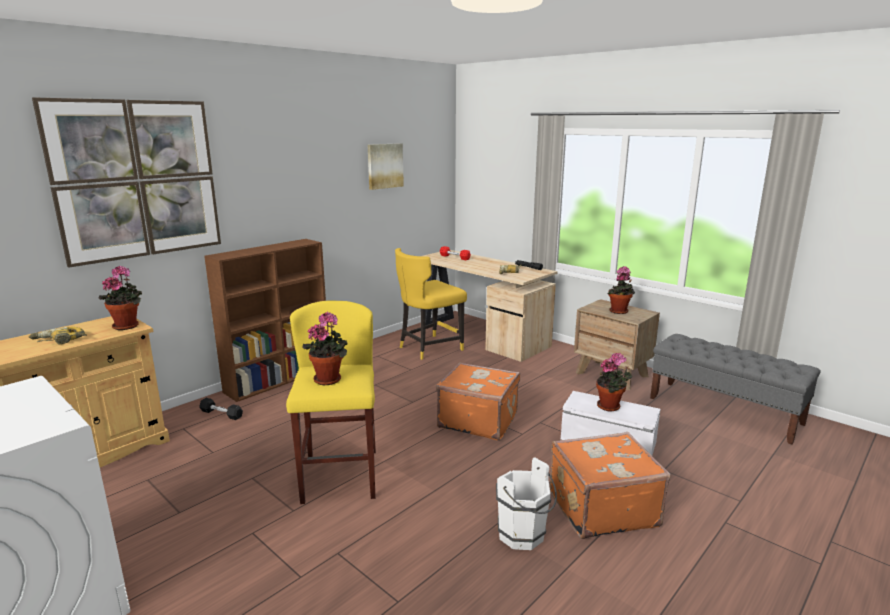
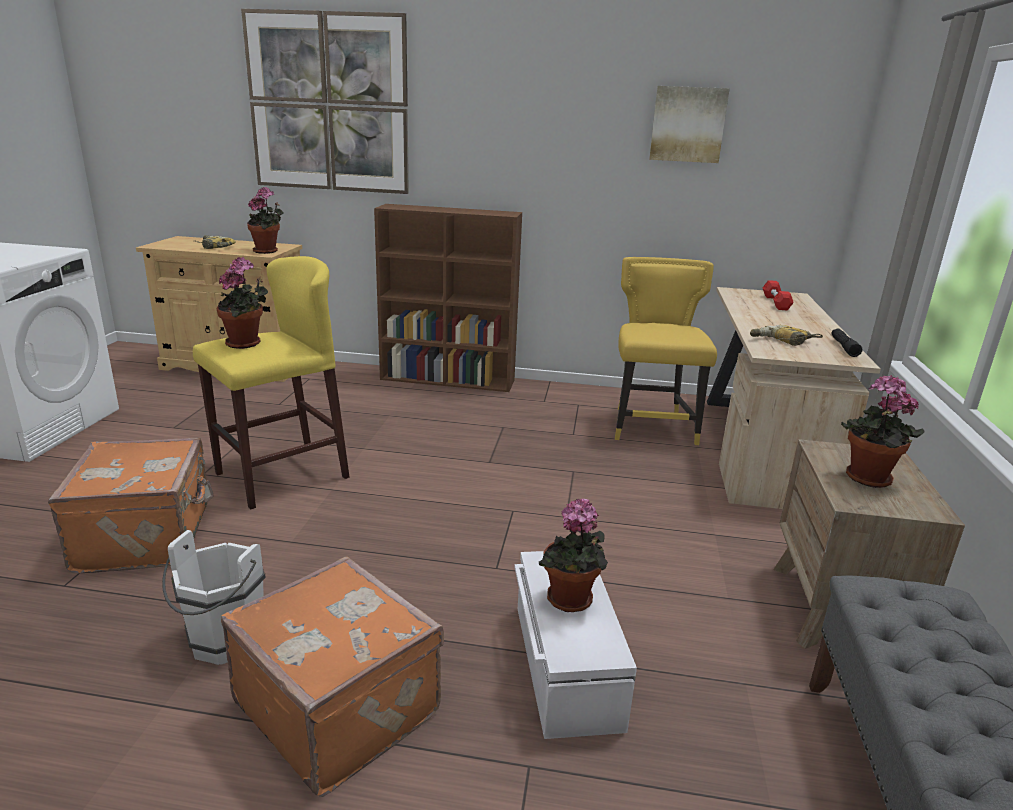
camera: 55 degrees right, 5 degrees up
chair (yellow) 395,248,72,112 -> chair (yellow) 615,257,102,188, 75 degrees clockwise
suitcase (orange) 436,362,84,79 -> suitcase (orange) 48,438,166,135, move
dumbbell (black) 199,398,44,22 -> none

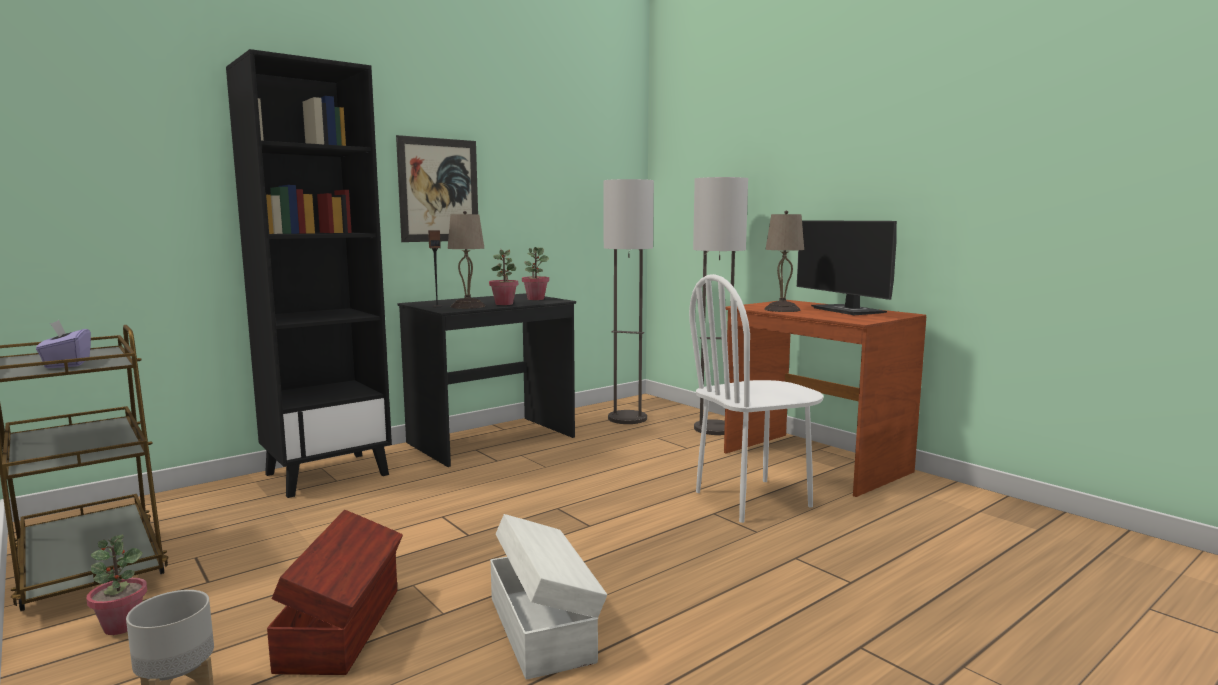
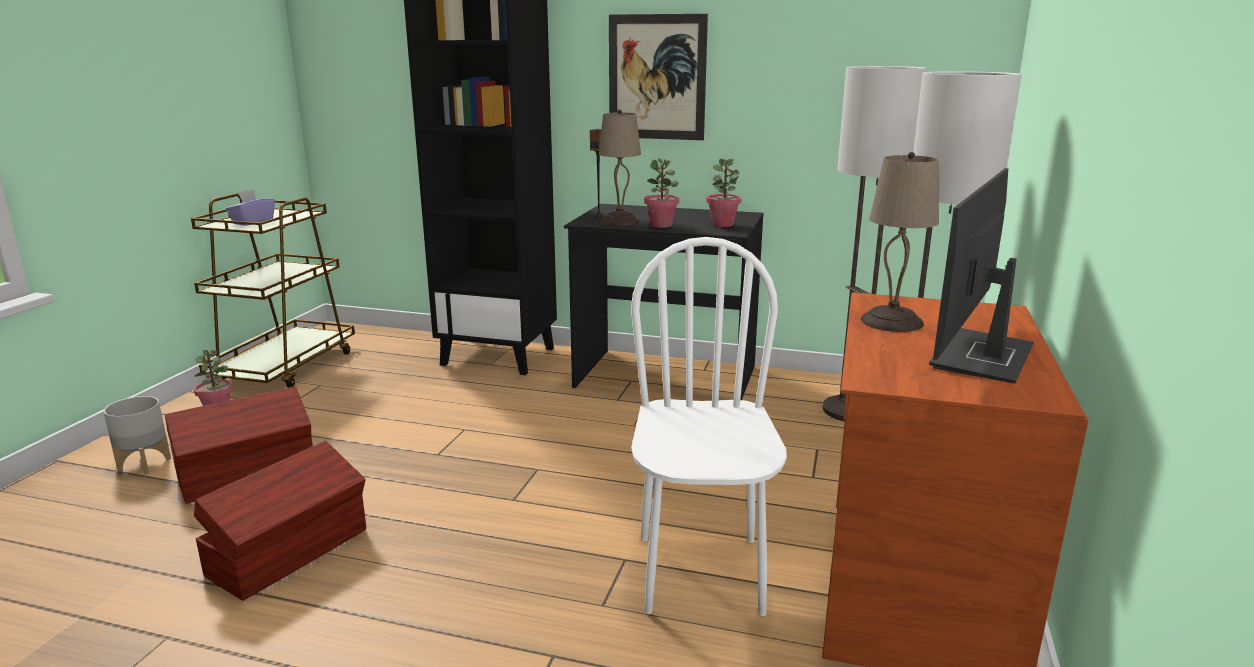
camera: 55 degrees right, 10 degrees up
chair (white) 689,274,135,249 -> chair (white) 631,237,156,379, 60 degrees clockwise
storage box (white) 490,514,117,165 -> storage box (brown) 194,441,172,160

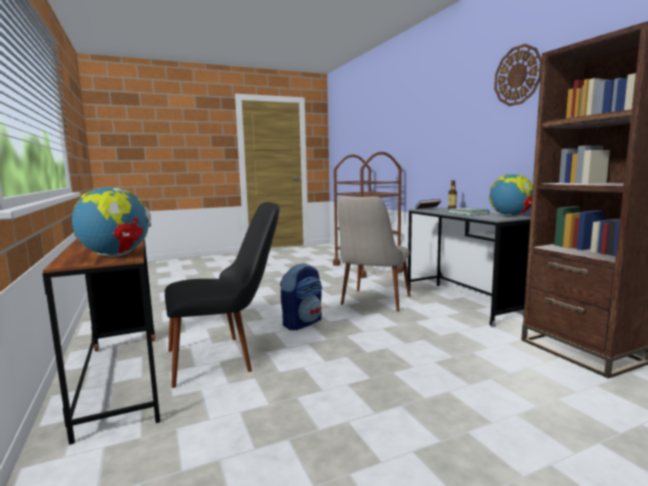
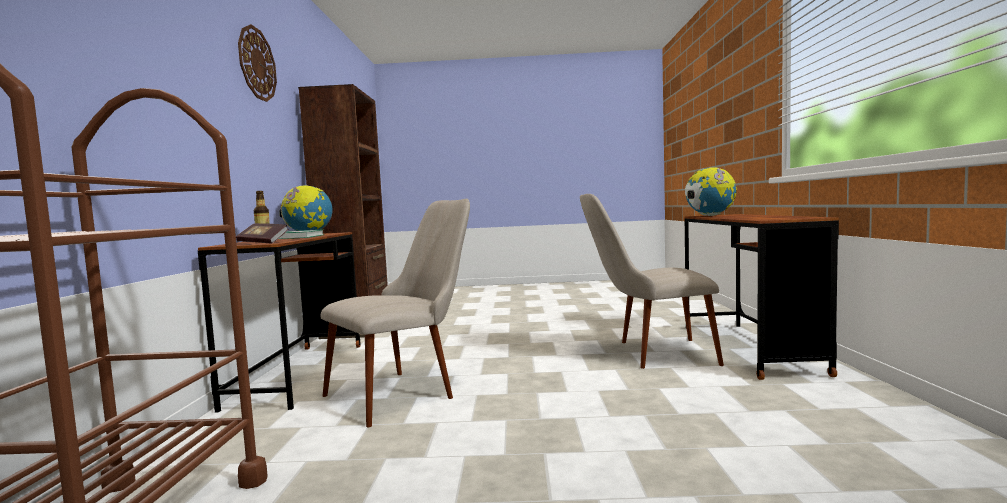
camera: 155 degrees left, 5 degrees down
chair (black) 165,202,115,186 -> chair (beige) 580,194,144,175
desk (grey) 408,207,123,120 -> desk (brown) 198,232,163,181
backpack 280,263,42,67 -> none

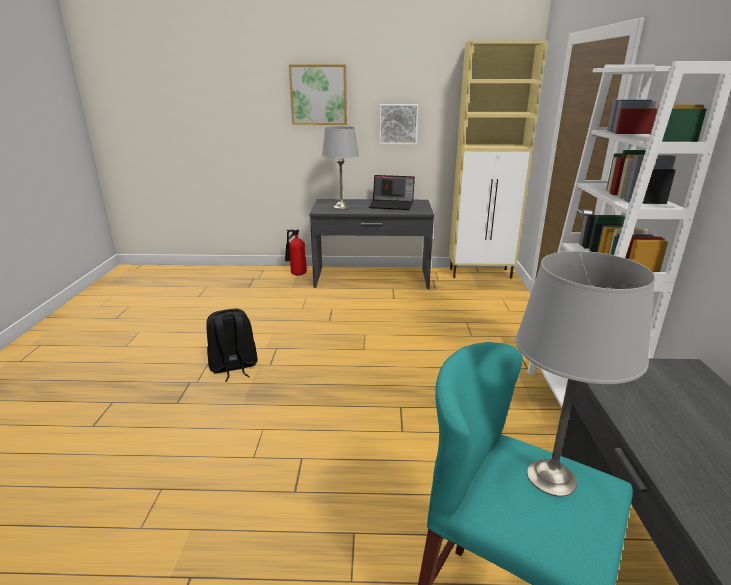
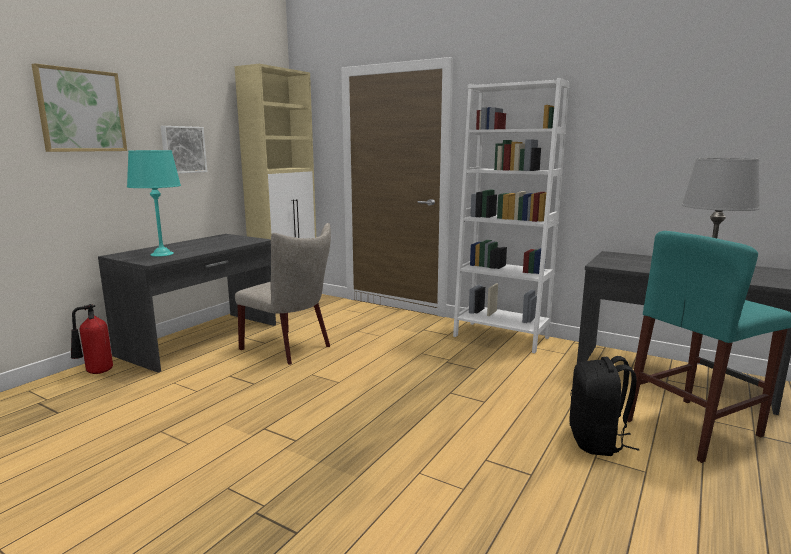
camera: 60 degrees left, 10 degrees down
table lamp (grey) 322,126,37,83 -> table lamp (turquoise) 127,150,54,107
laptop 369,175,46,35 -> none
backpack (black) 206,308,52,74 -> backpack (black) 570,356,69,100, move
none -> chair (beige) 235,223,96,142

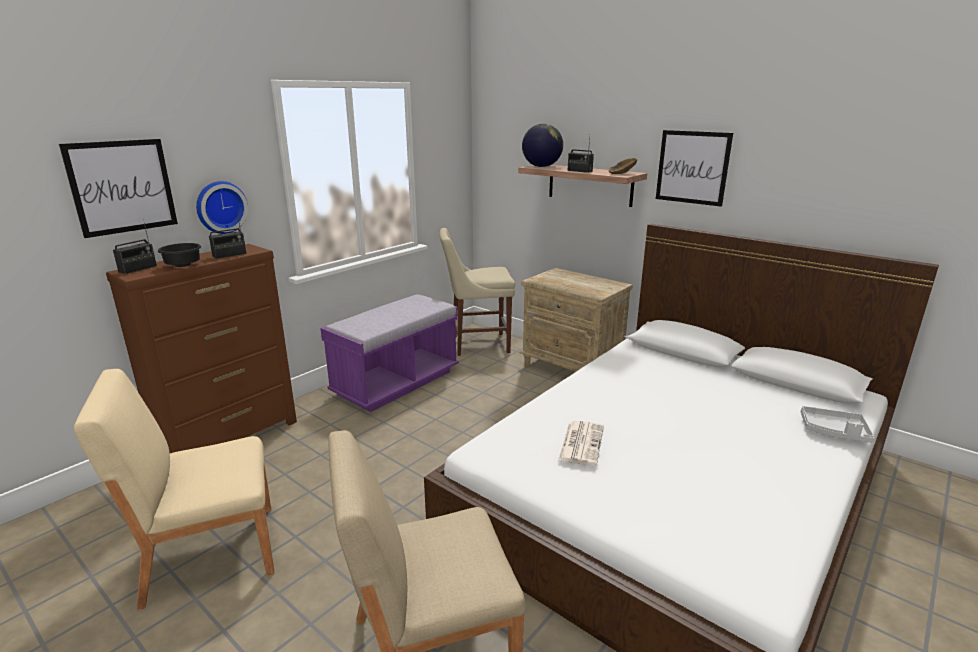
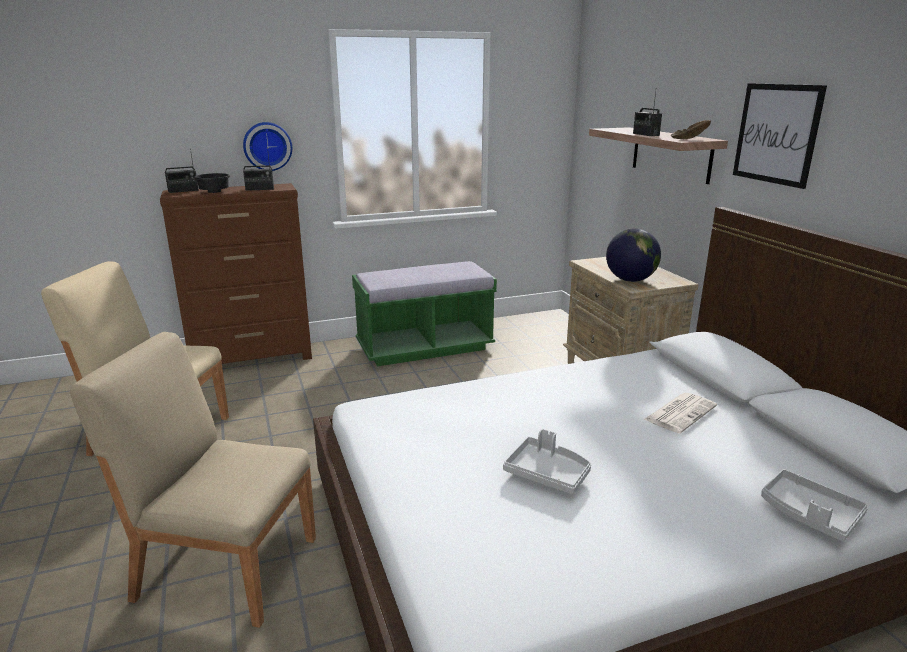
camera: 30 degrees right, 0 degrees up
globe 522,124,41,43 -> globe 606,228,55,54, move
picture 59,139,119,99 -> none
chair (beige) 439,228,76,128 -> none
bench (purple) 320,294,139,118 -> bench (green) 352,261,145,105
newspaper 558,421,46,45 -> newspaper 644,393,73,40, move
none -> tray (grey) 503,429,88,65

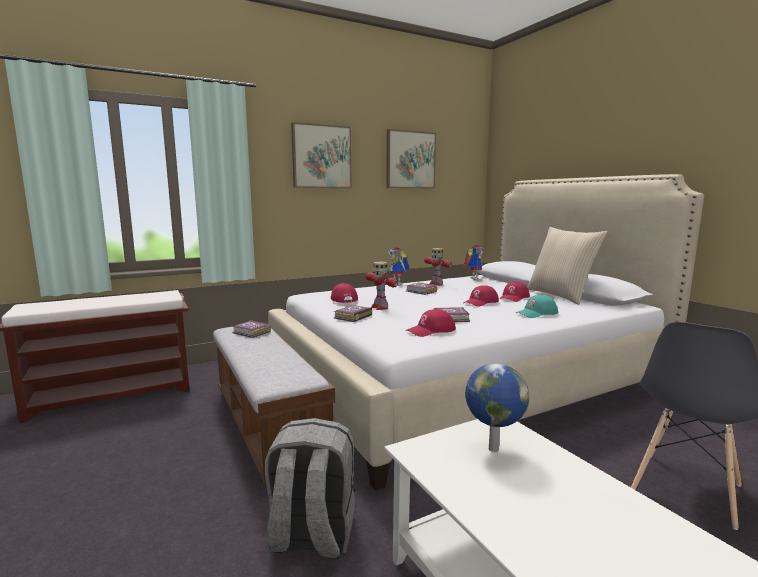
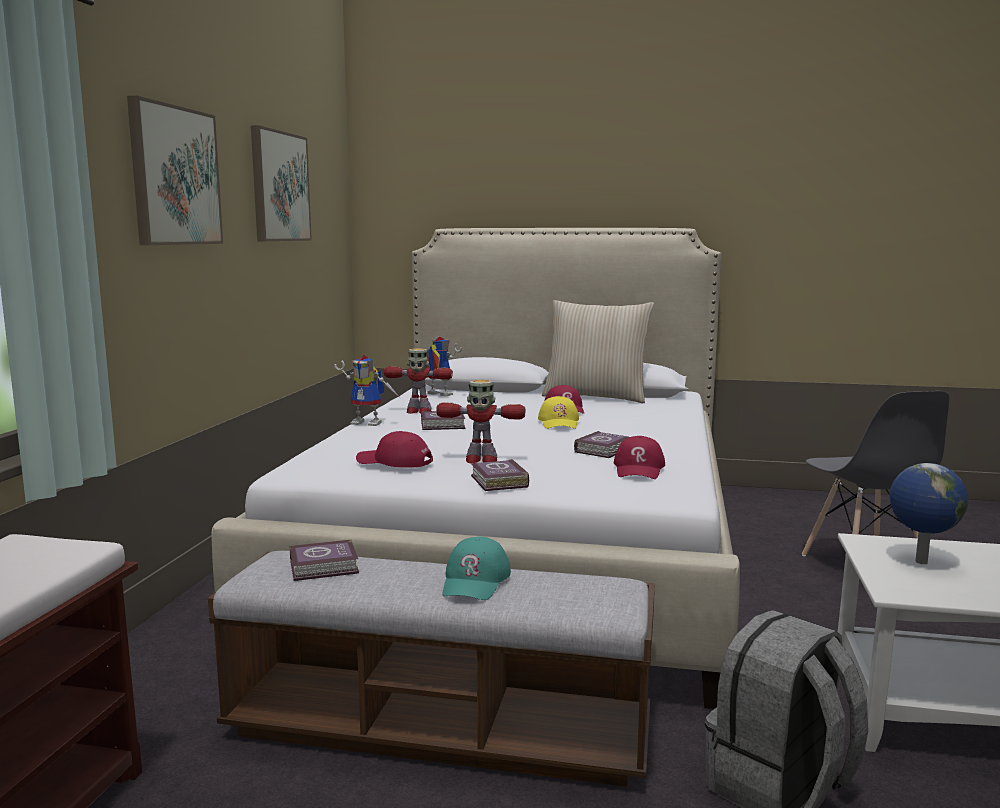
camera: 50 degrees left, 0 degrees up
cap (red) 464,285,35,22 -> cap (yellow) 538,396,41,33
cap (turquoise) 516,295,42,23 -> cap (turquoise) 443,537,68,63, move

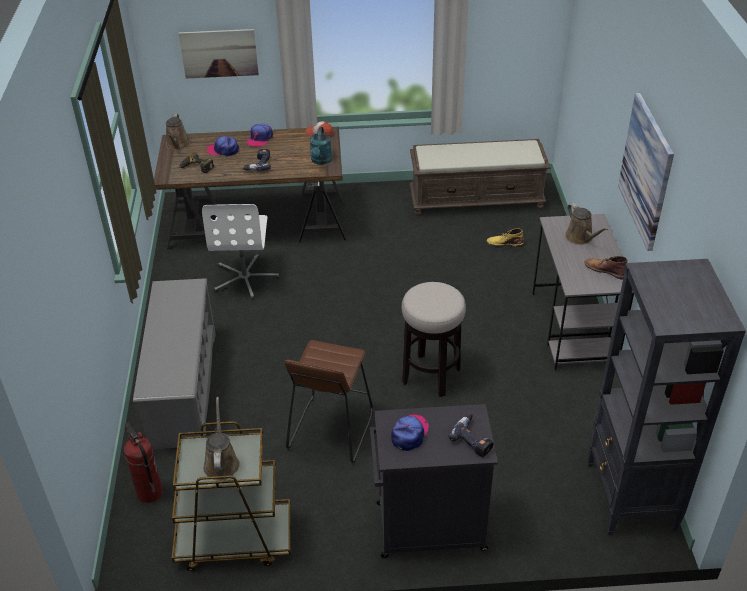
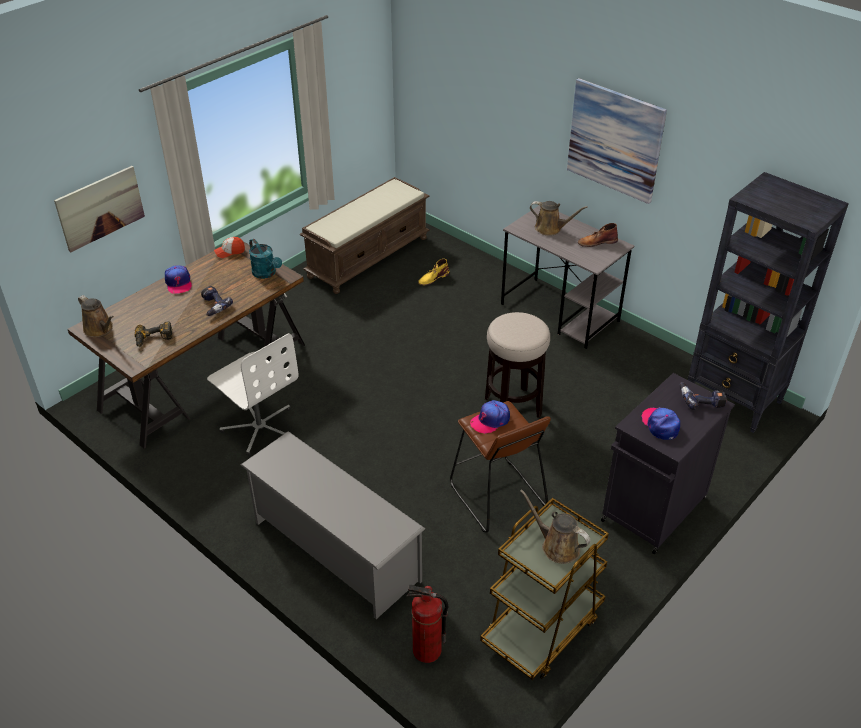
camera: 45 degrees left, 0 degrees up
cap 207,136,32,20 -> cap 470,400,40,34, move

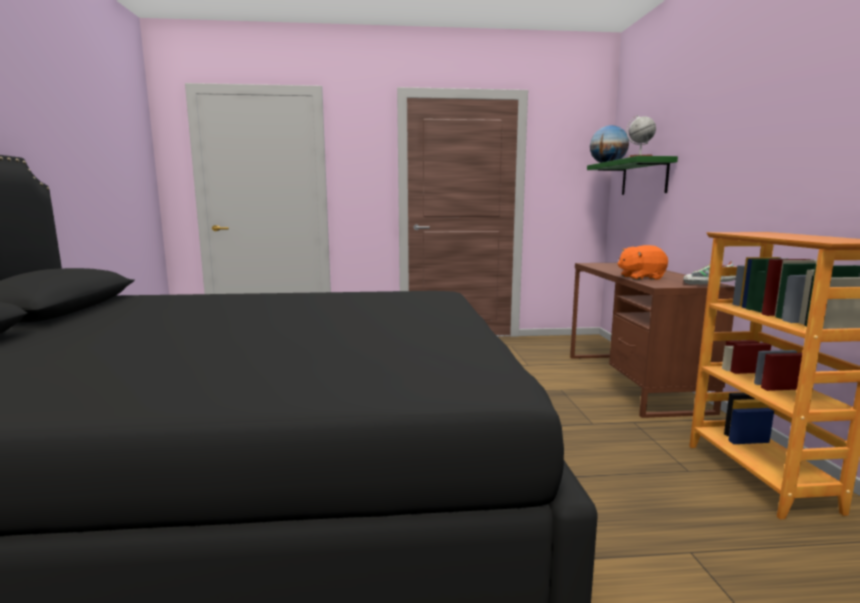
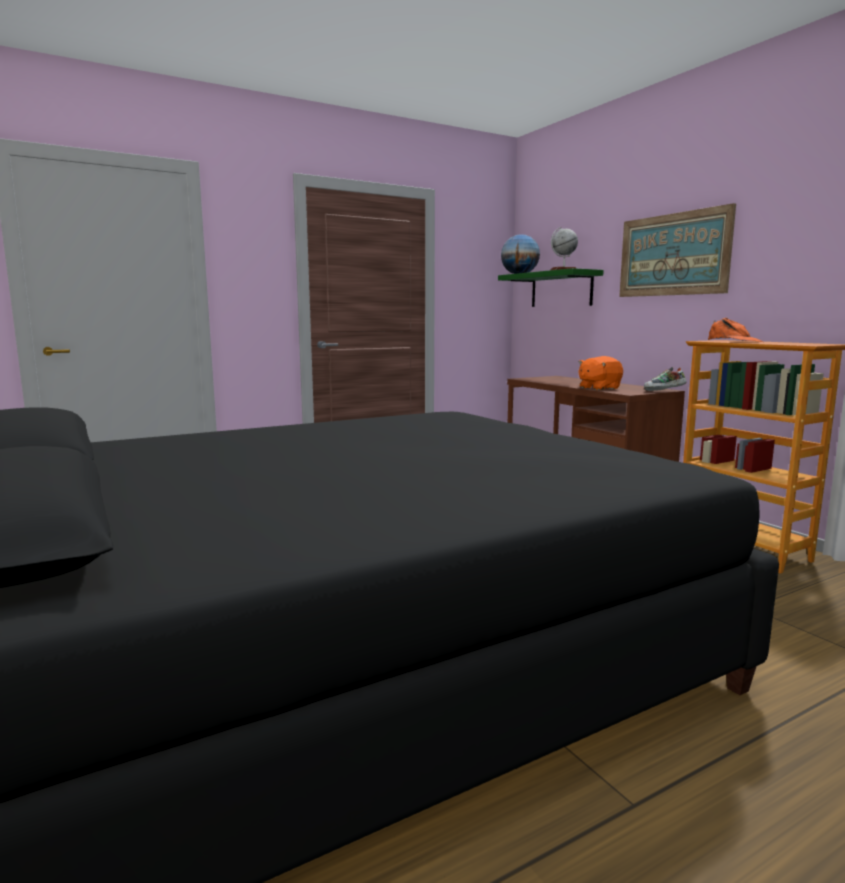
camera: 25 degrees left, 0 degrees up
none -> picture 619,203,117,94
none -> cap (orange) 708,318,55,24

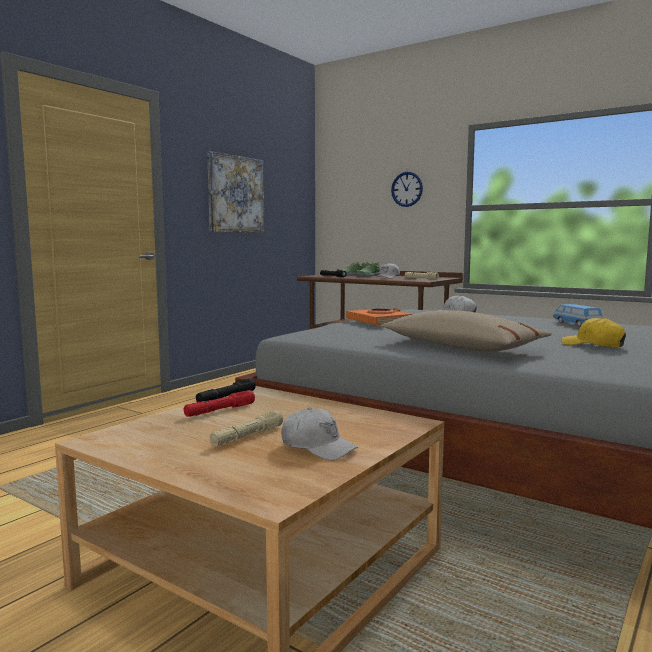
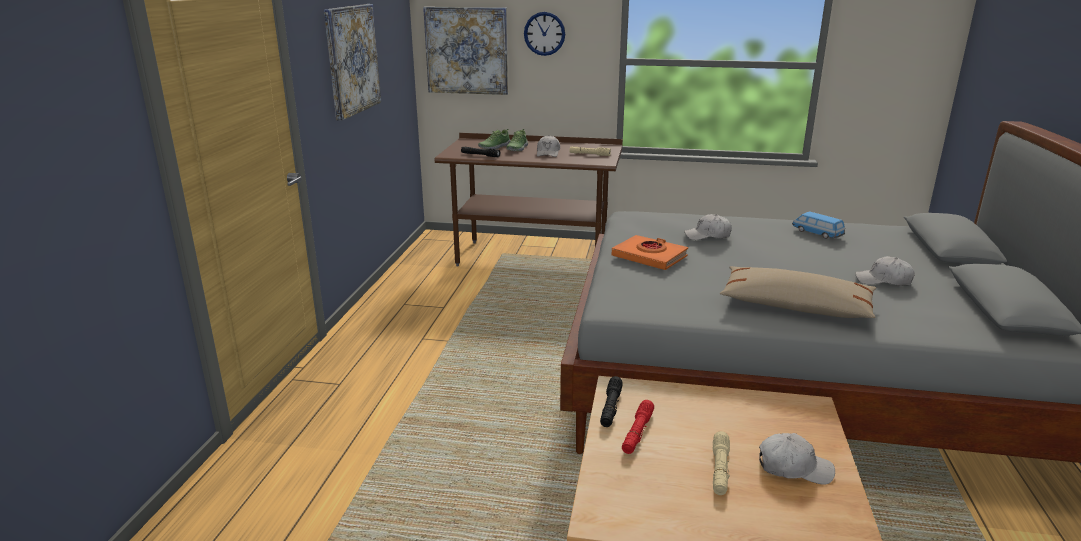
camera: 25 degrees left, 15 degrees up
cap (yellow) 561,317,65,30 -> cap (white) 855,256,60,30
none -> picture 423,7,85,88

